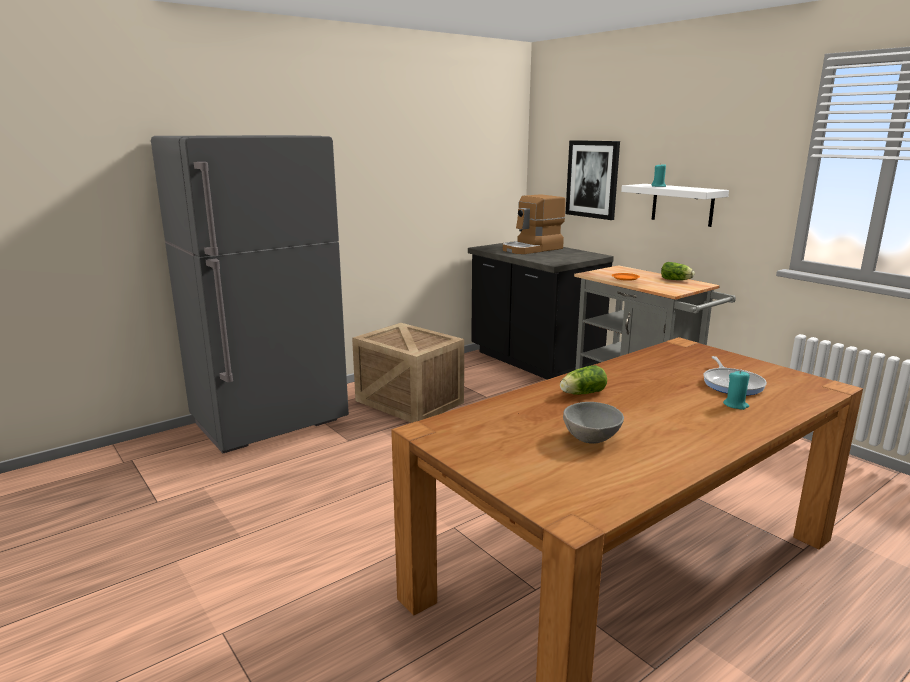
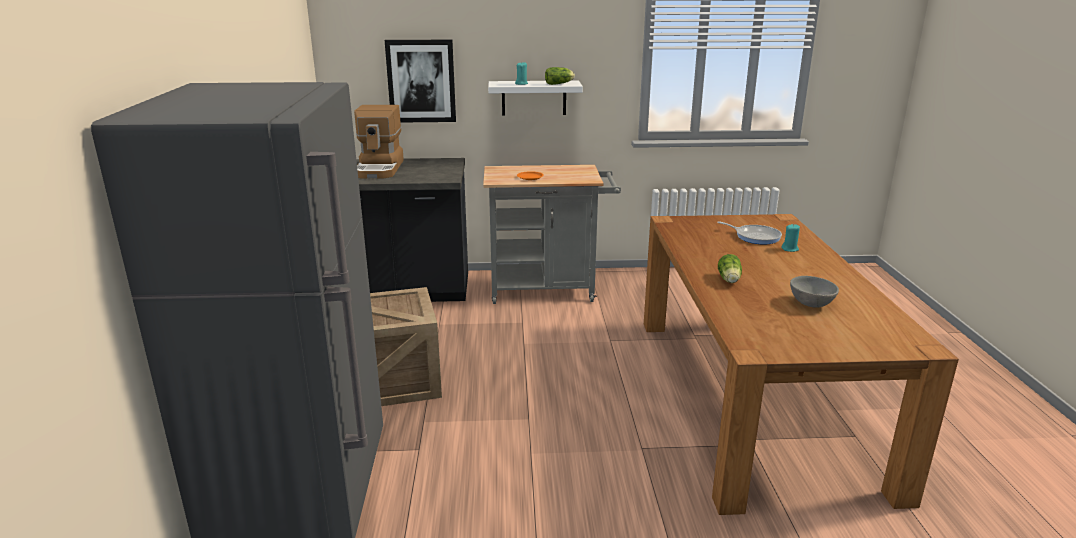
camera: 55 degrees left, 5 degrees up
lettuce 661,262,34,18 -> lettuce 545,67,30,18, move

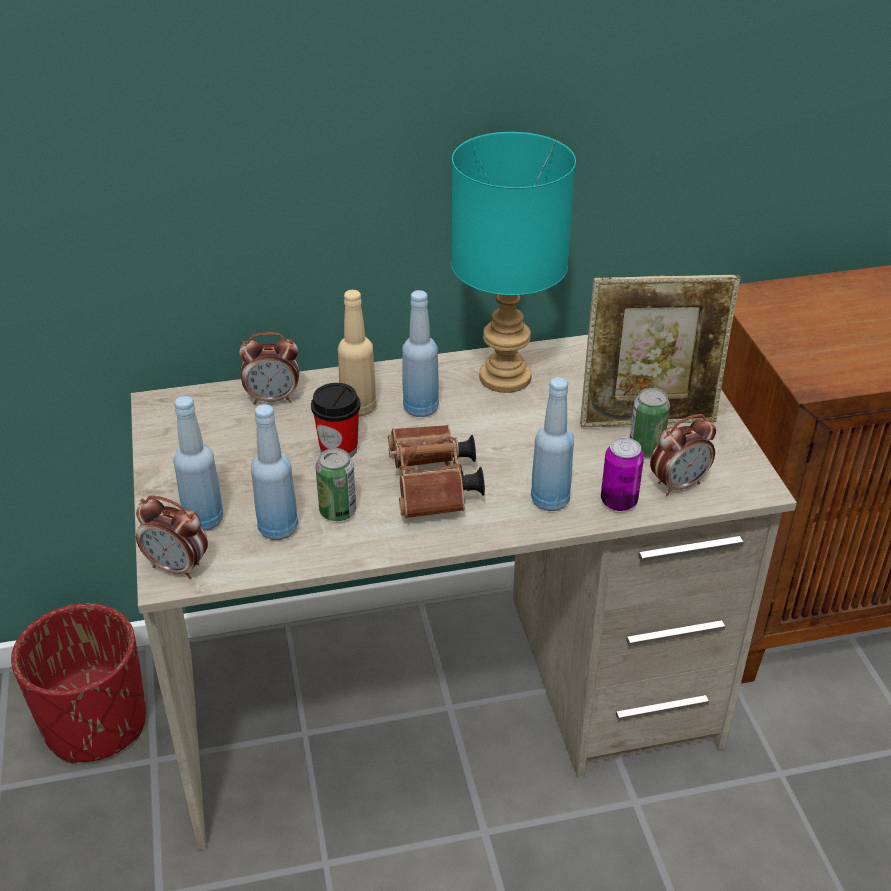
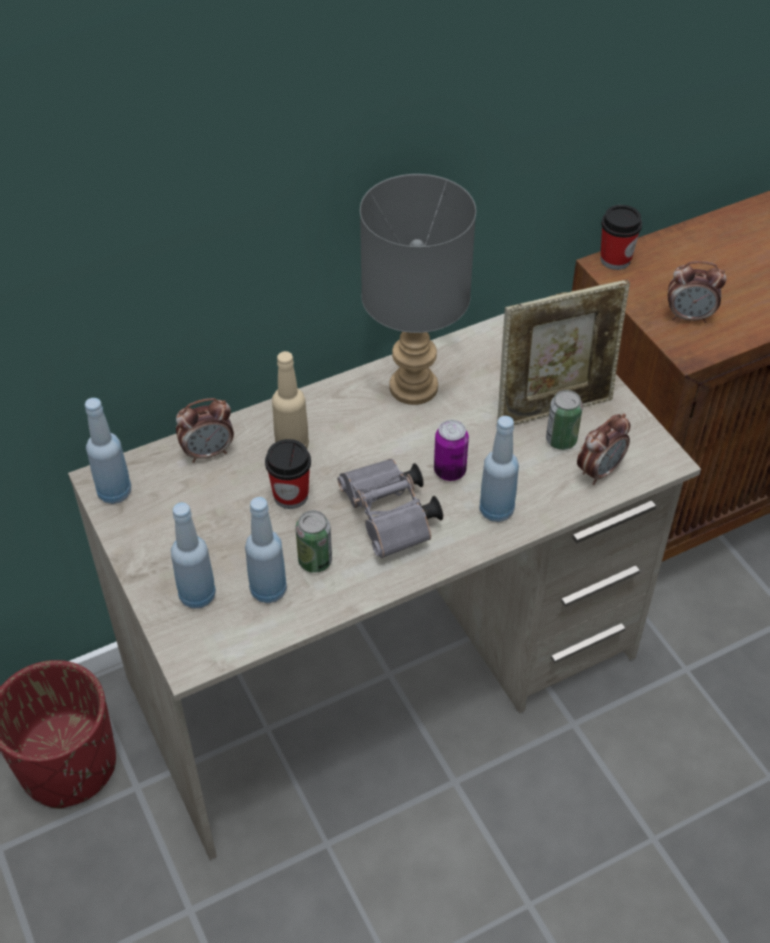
camera: 15 degrees left, 10 degrees up
table lamp (turquoise) 452,132,124,261 -> table lamp (grey) 360,174,116,231
bottle (blue) 402,290,37,127 -> bottle (blue) 85,398,46,106, move
binoculars (brown) 388,425,97,93 -> binoculars (grey) 337,459,106,99
can 601,437,43,74 -> can 434,420,35,61, move
alarm clock 136,496,72,83 -> alarm clock 668,261,59,62, move
none -> cup 600,205,42,65

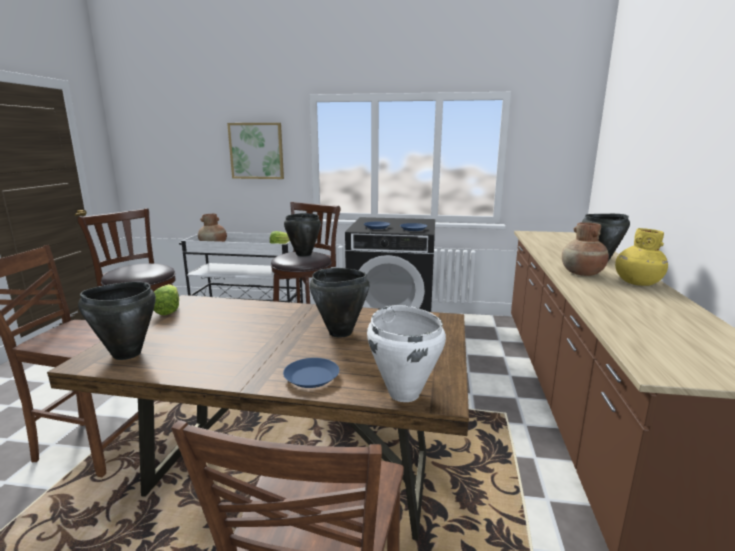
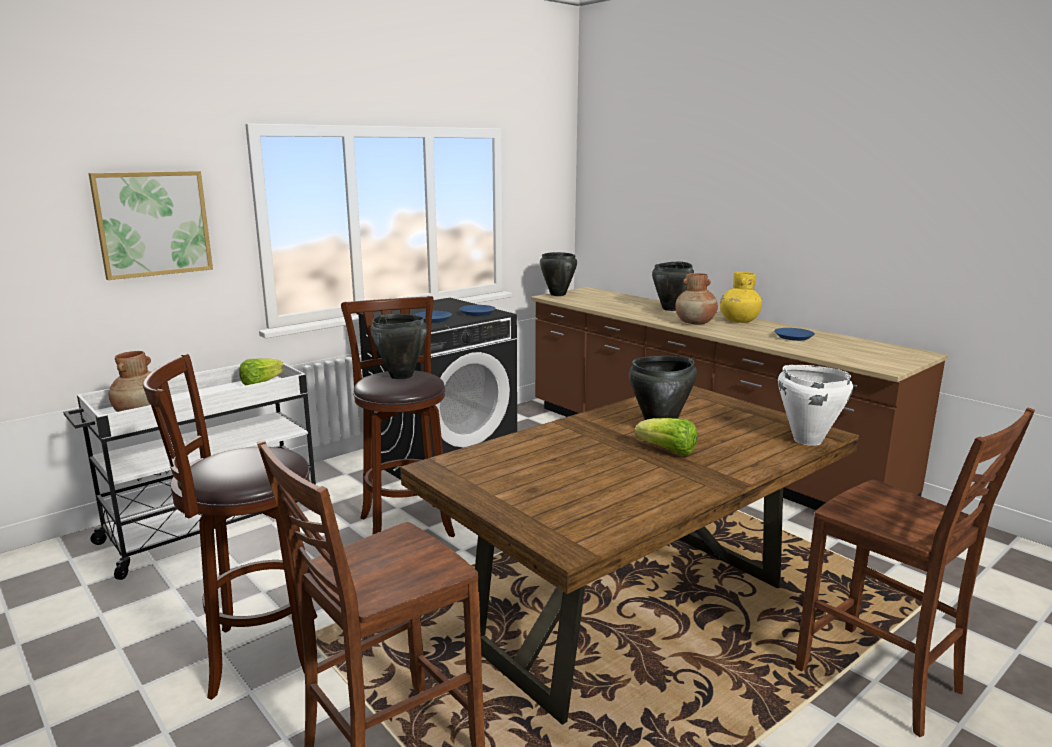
camera: 50 degrees left, 0 degrees up
cooking pot (black) 78,282,78,78 -> cooking pot (black) 540,252,37,44, move
lettuce 154,284,25,31 -> lettuce 635,418,62,38, move
plate (blue) 283,358,56,30 -> plate (blue) 774,328,41,13, move

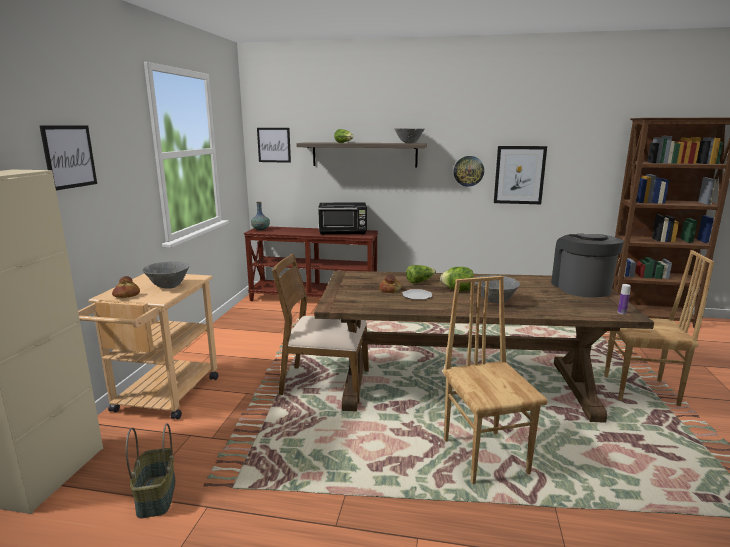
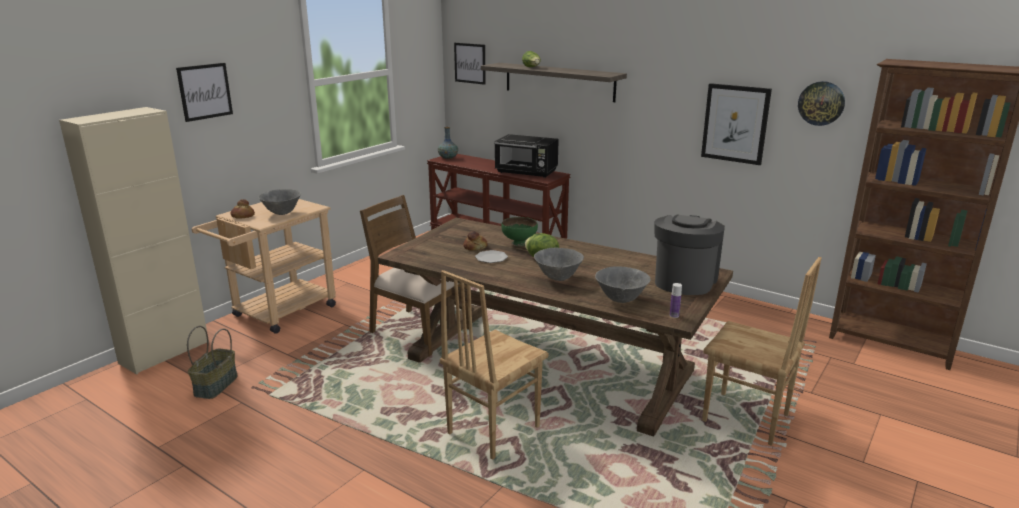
camera: 25 degrees right, 5 degrees up
bowl (grey) 394,128,31,15 -> bowl (grey) 595,266,56,37, move
wall clock 454,156,30,31 -> wall clock 798,81,47,45, move
lettuce 406,265,30,19 -> bowl (green) 501,217,37,29
chair (brown) 443,276,105,208 -> chair (brown) 440,270,108,190, 150 degrees counterclockwise

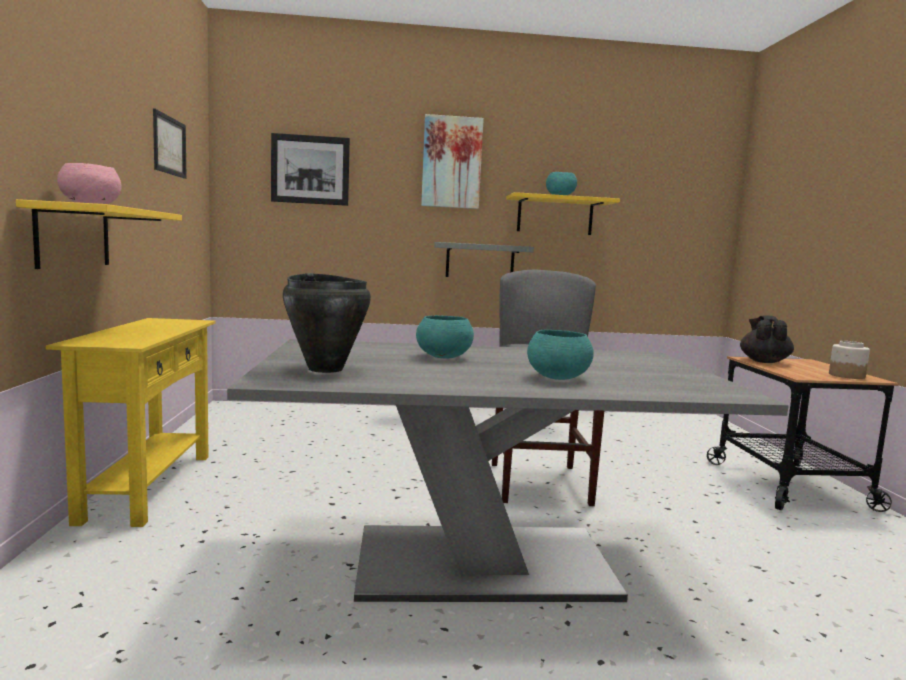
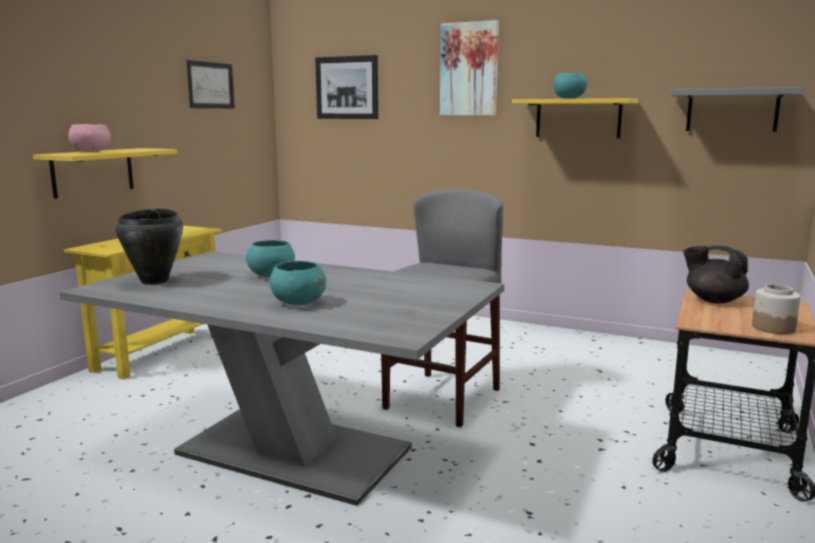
camera: 30 degrees right, 5 degrees up
shelf (grey) 434,242,100,35 -> shelf (grey) 670,87,134,45, move
teapot (black) 740,316,54,47 -> teapot (black) 683,246,66,57, 90 degrees counterclockwise

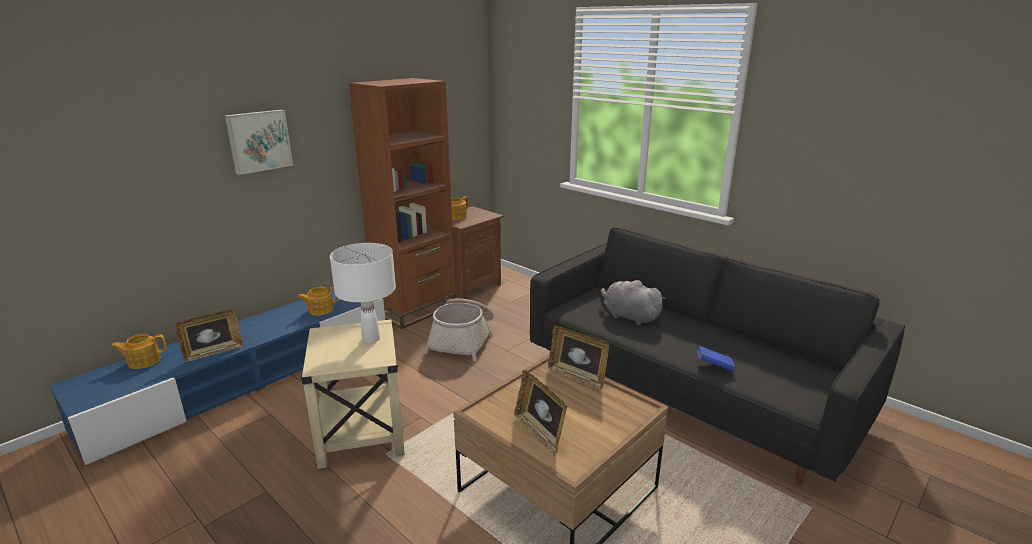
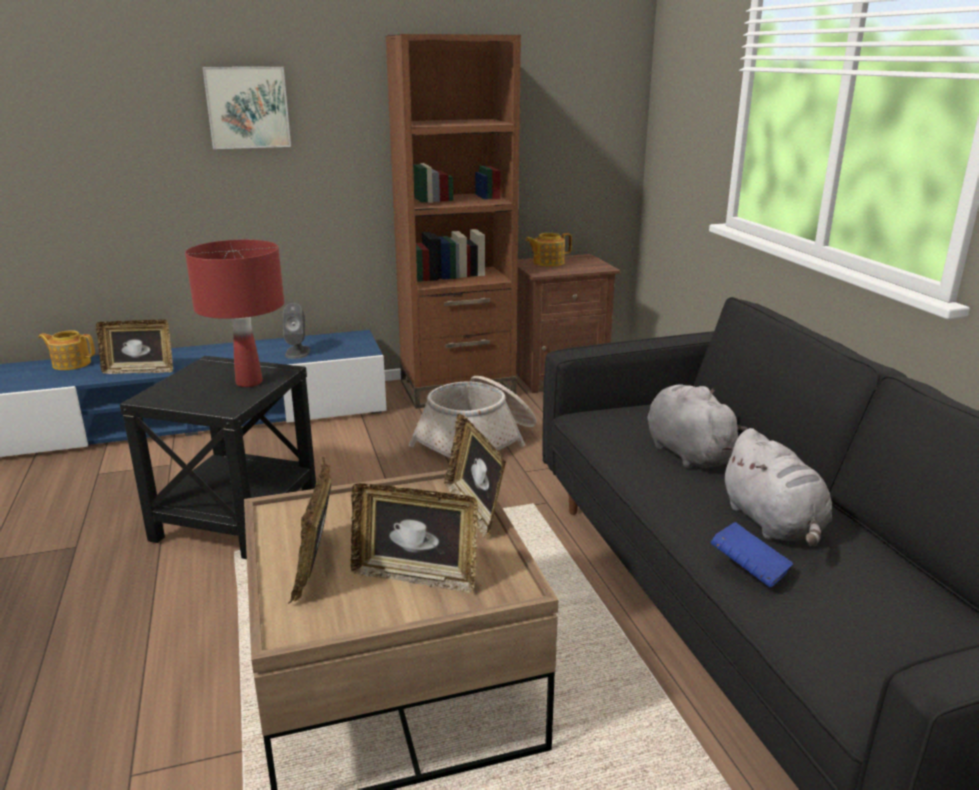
camera: 30 degrees right, 0 degrees up
table lamp (white) 330,243,66,100 -> table lamp (red) 185,240,99,147
teapot 298,286,41,30 -> speaker (grey) 283,303,27,56
side table (beige) 301,320,104,149 -> side table (black) 120,356,196,203
none -> plush toy (grey) 721,428,111,119
none -> picture frame 350,483,128,111

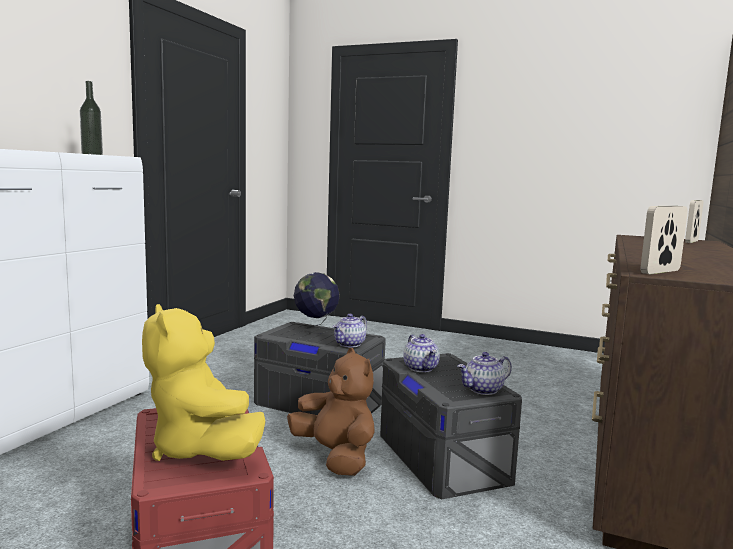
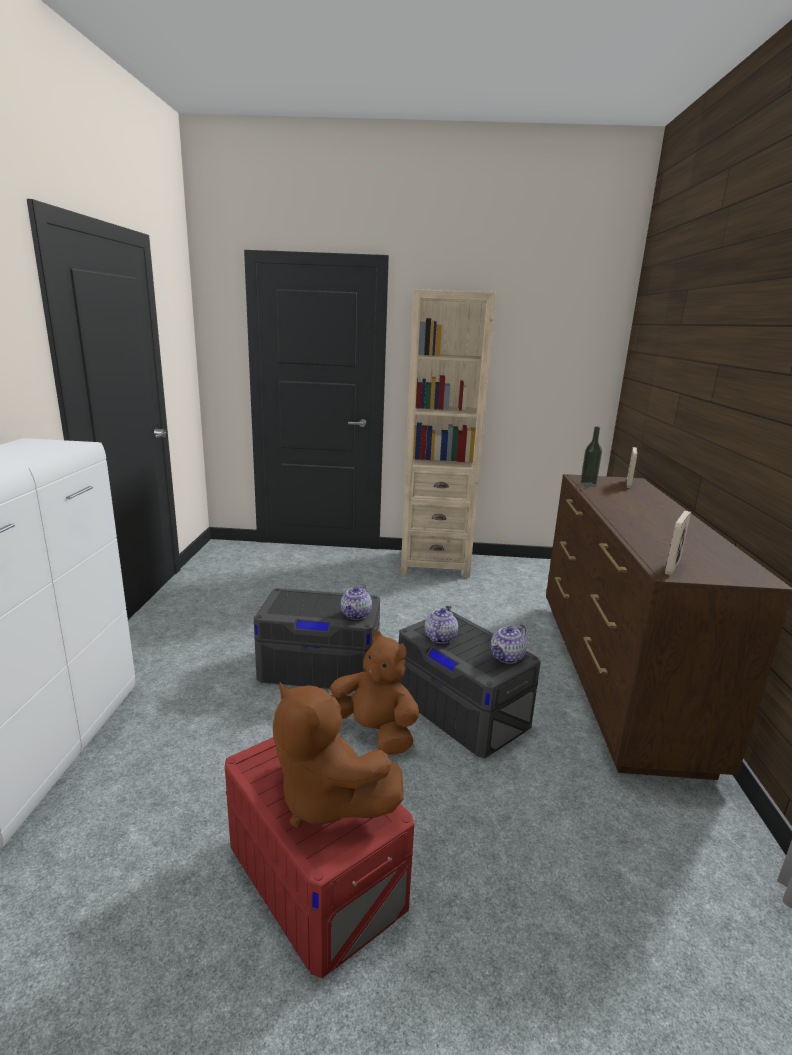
camera: 20 degrees left, 10 degrees up
bottle 79,81,24,74 -> bottle 580,426,22,61, move
globe 294,272,46,62 -> none
plush toy (yellow) 142,304,123,157 -> plush toy (brown) 273,682,131,146
teapot 403,334,37,38 -> teapot 425,605,33,39, 120 degrees counterclockwise
none -> bookcase (beige) 401,289,95,289

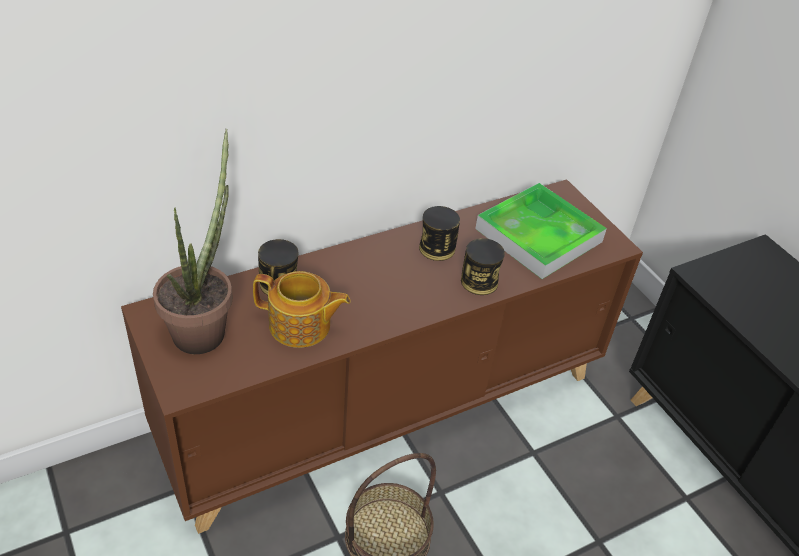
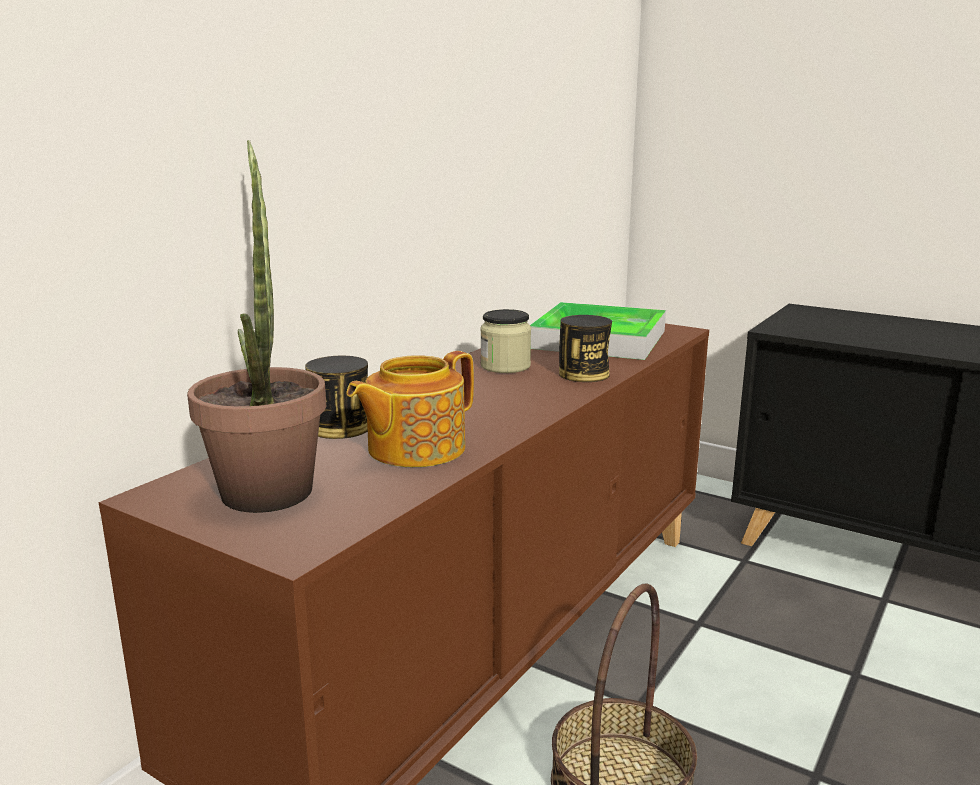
camera: 25 degrees left, 25 degrees down
can 419,206,41,55 -> jar 480,309,51,64
teapot 253,271,98,77 -> teapot 346,351,128,116, 150 degrees clockwise

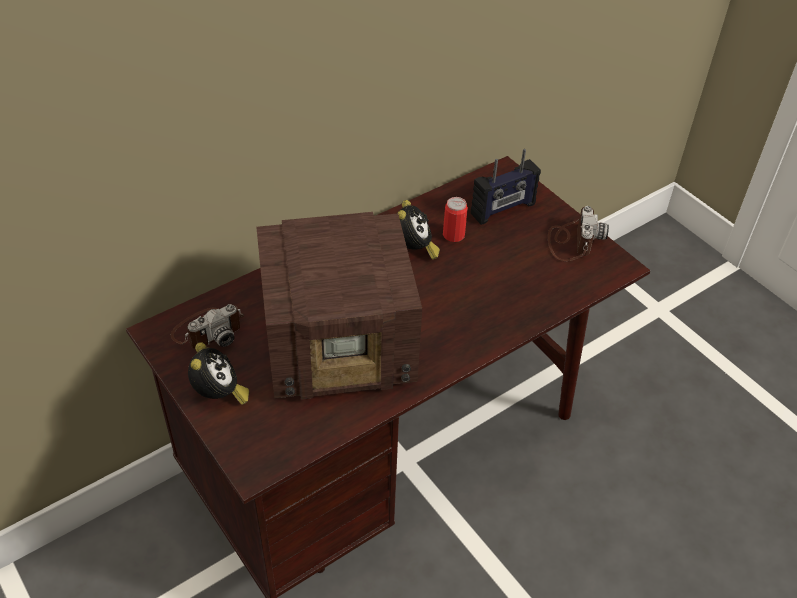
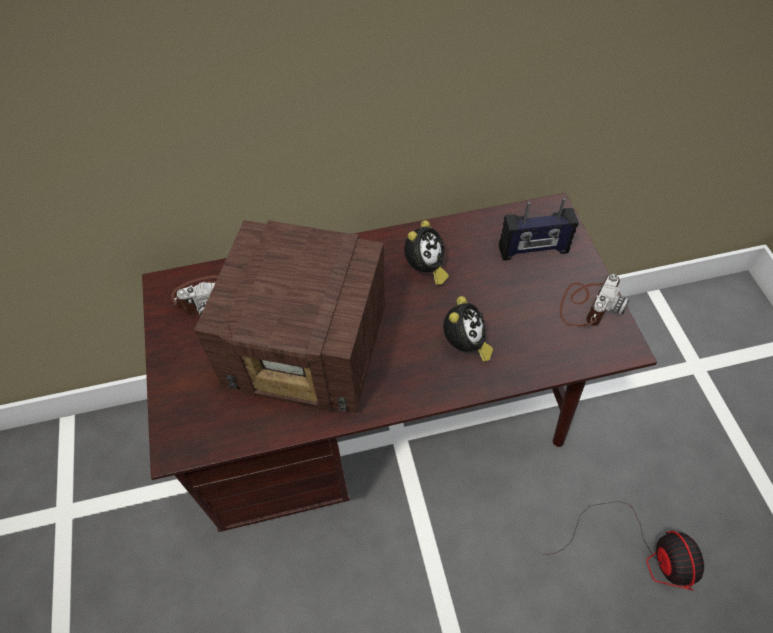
camera: 25 degrees right, 10 degrees up
can 443,197,25,45 -> none
alarm clock 188,342,61,63 -> alarm clock 443,296,50,66, move
none -> fan 545,501,159,90

